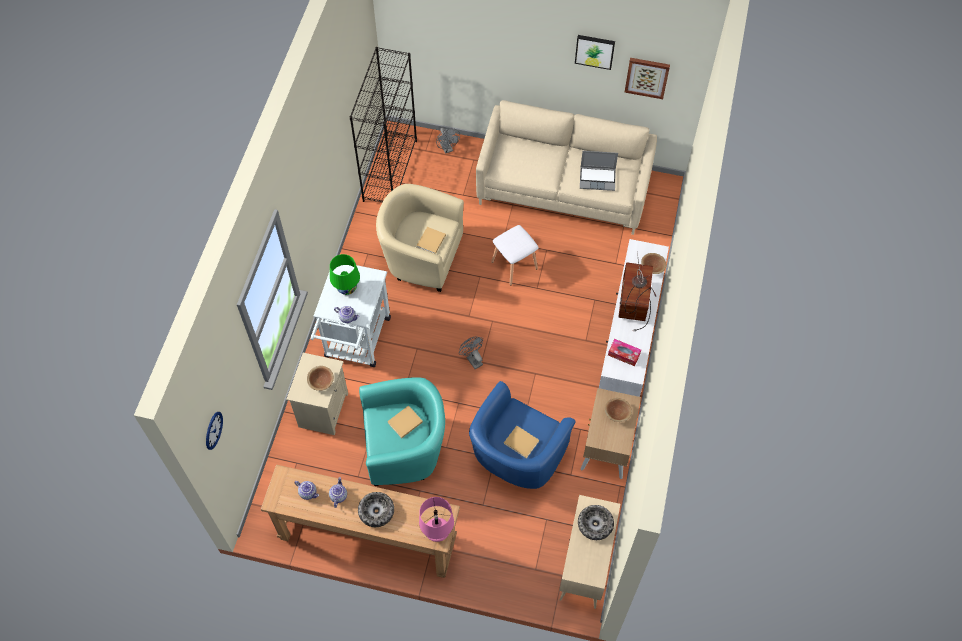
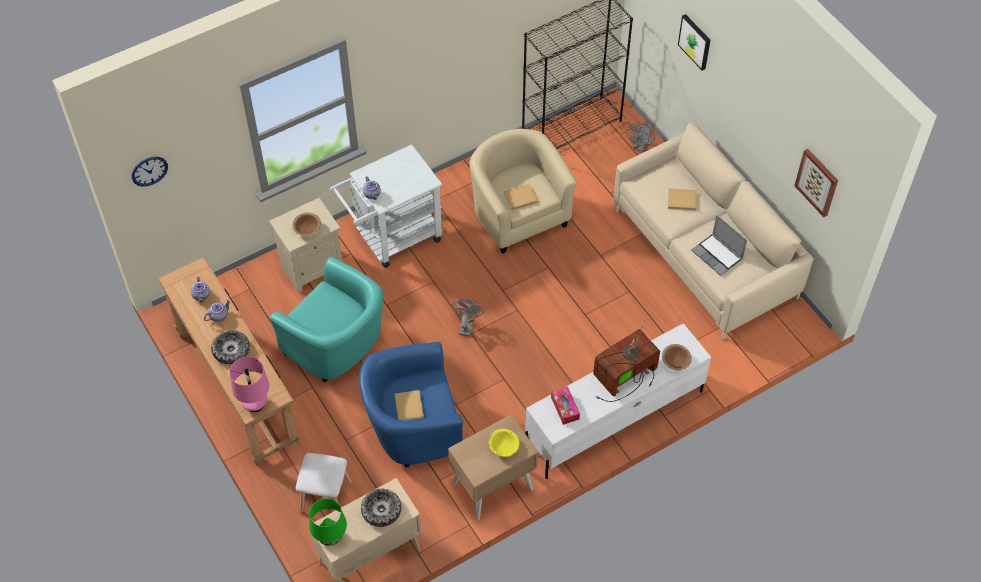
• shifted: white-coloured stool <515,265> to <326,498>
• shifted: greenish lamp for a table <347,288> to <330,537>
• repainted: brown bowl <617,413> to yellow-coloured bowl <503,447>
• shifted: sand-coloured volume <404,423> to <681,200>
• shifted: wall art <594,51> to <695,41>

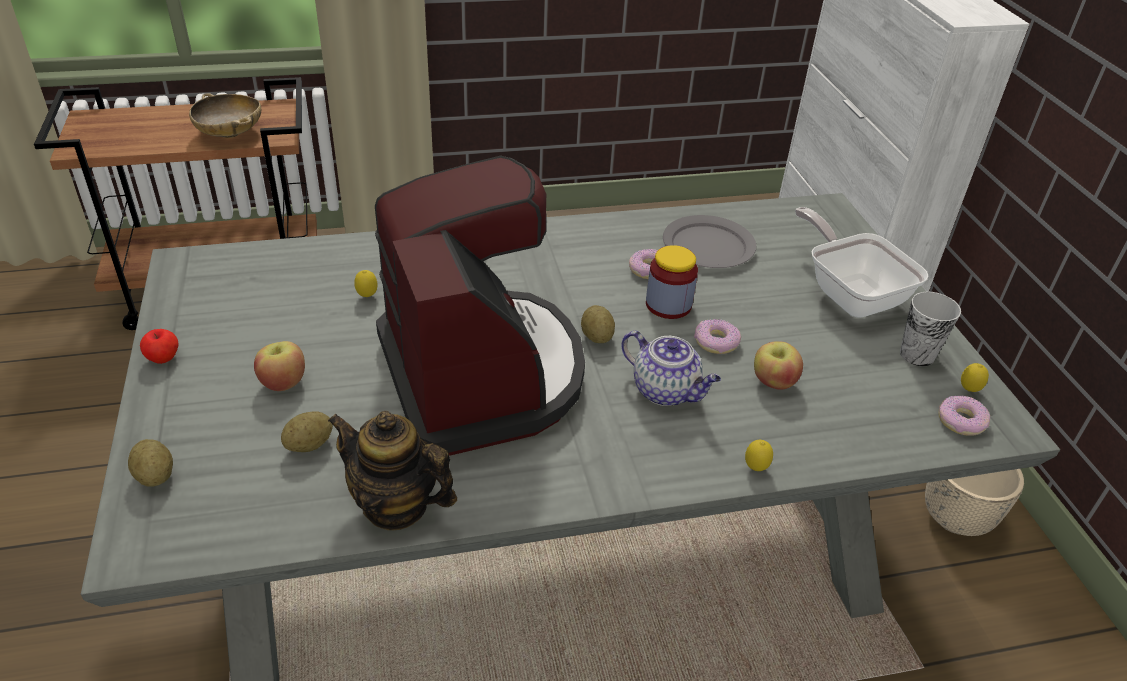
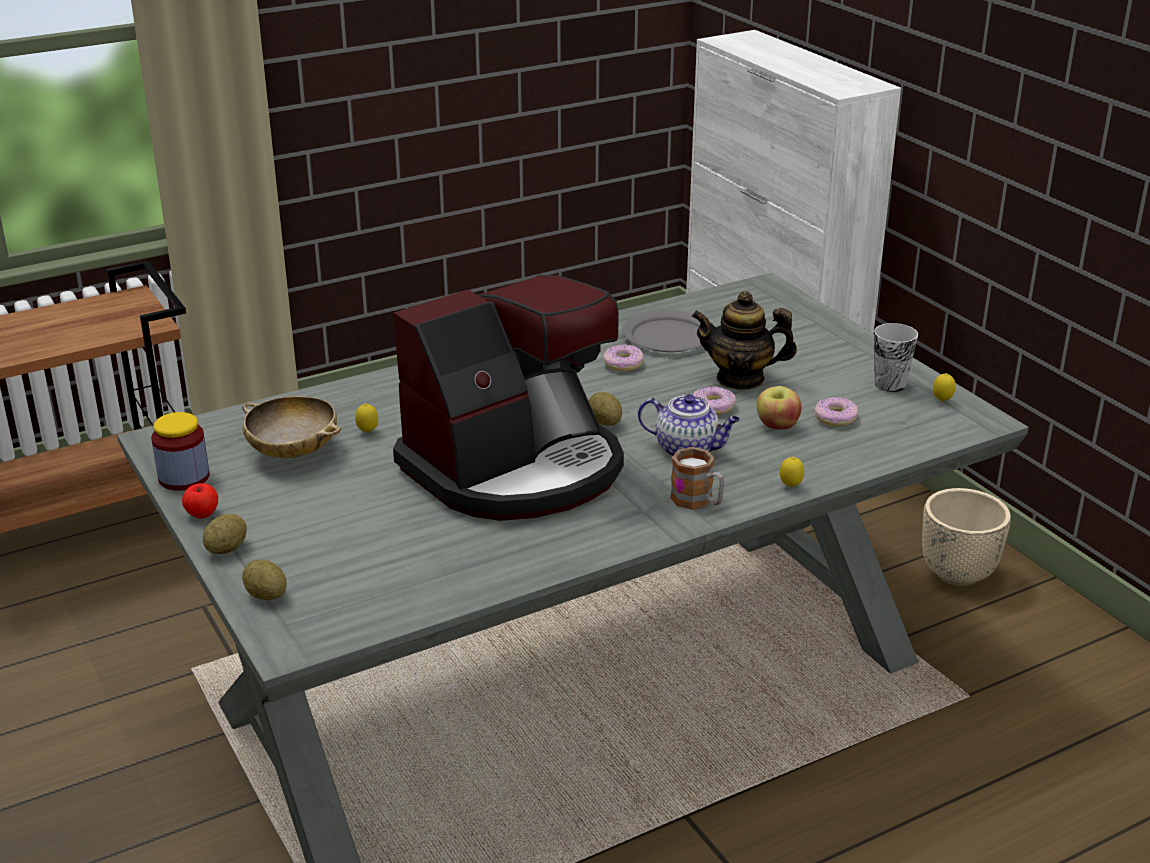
• shifted: jar <668,305> to <184,477>
• shifted: whole potato <309,445> to <227,549>
• shifted: sand-coloured bowl <230,133> to <293,451>
• rotated: coffee machine <482,374> = <516,469> 90 degrees clockwise
• new: coffee mug <698,501>
• shifted: pot for tea <396,505> to <740,379>
• shifted: donut <961,421> to <836,418>
• gone: whole apple <283,382>
• gone: skillet <850,293>

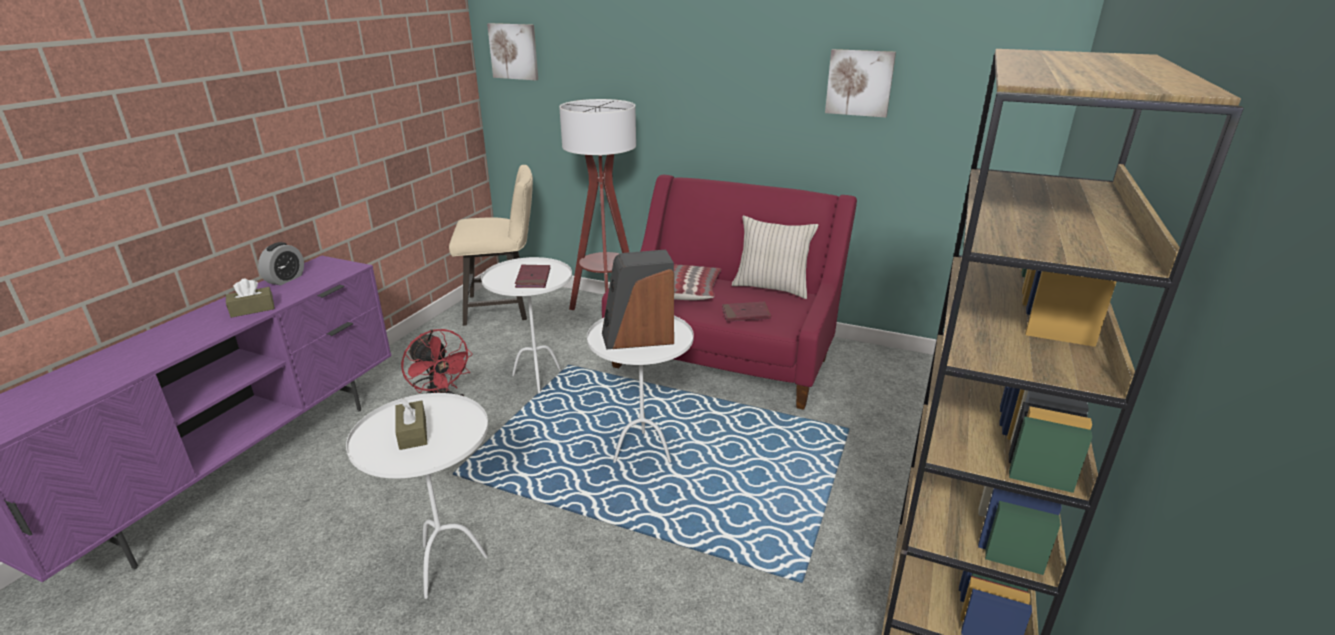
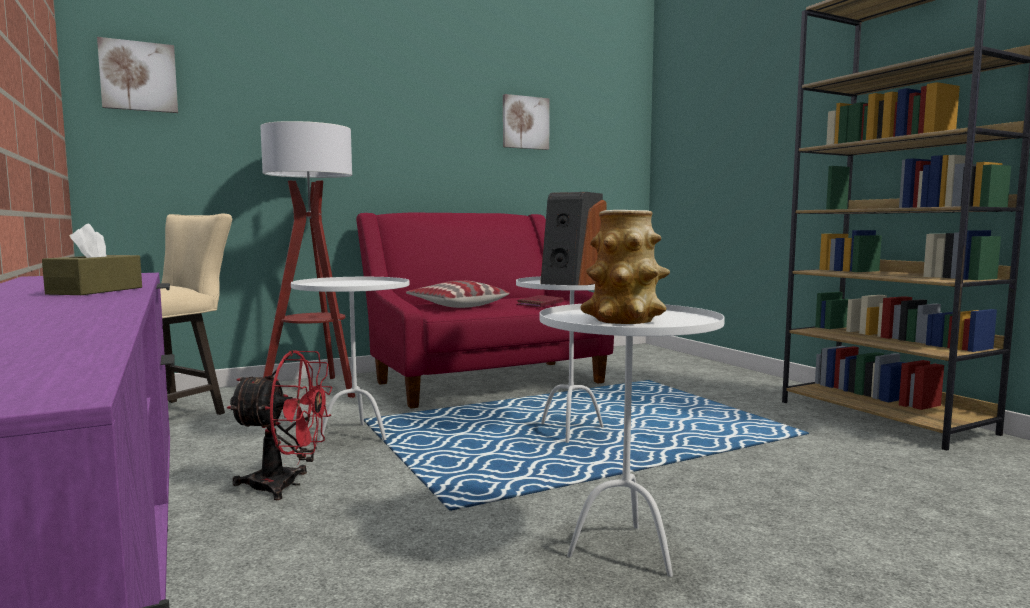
• swapped: brown tissue holder <413,433> to vase <625,320>
• gone: bedside clock <285,279>
• gone: red volume <533,279>
• gone: sand-coloured throw pillow <771,288>

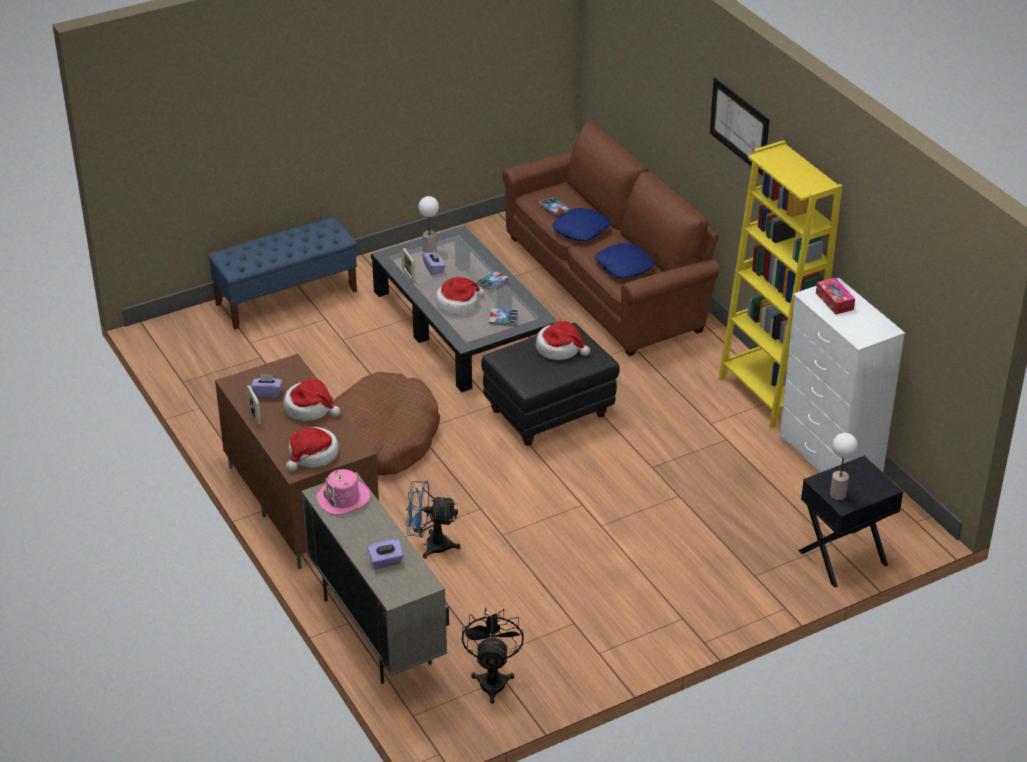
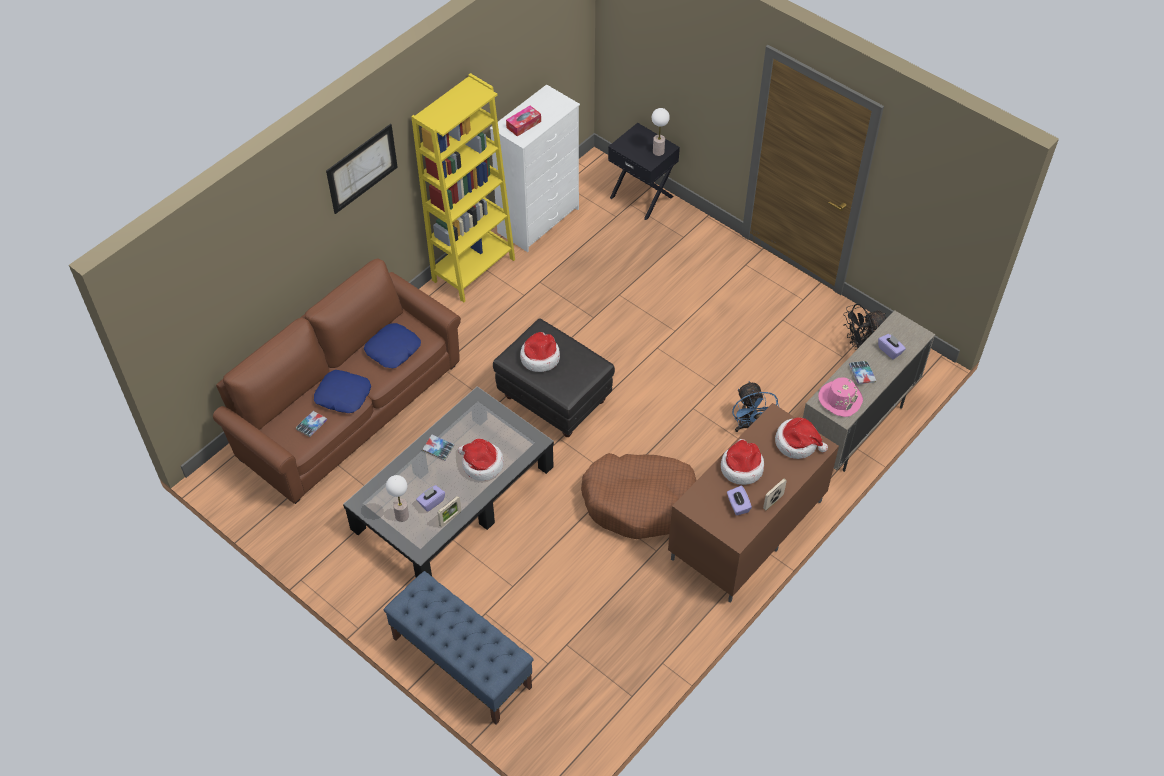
• shifted: volume <503,319> to <862,374>

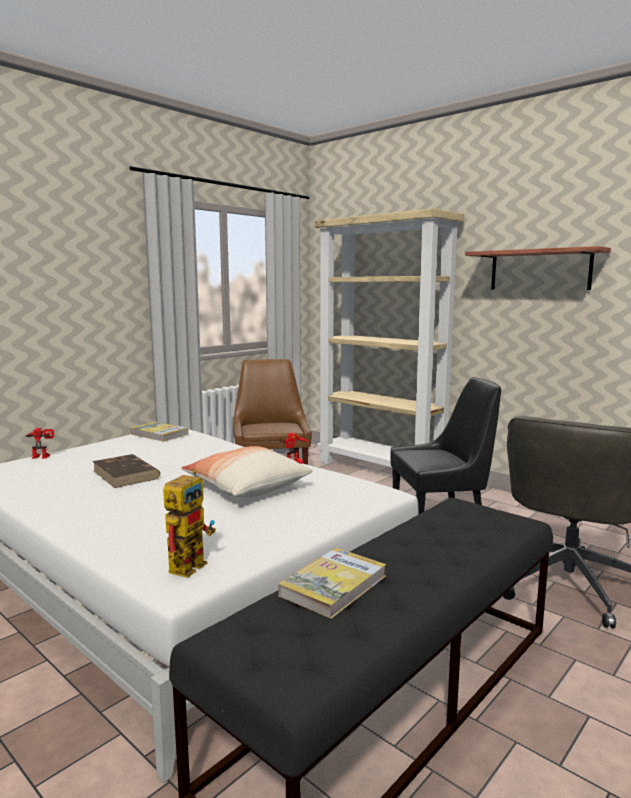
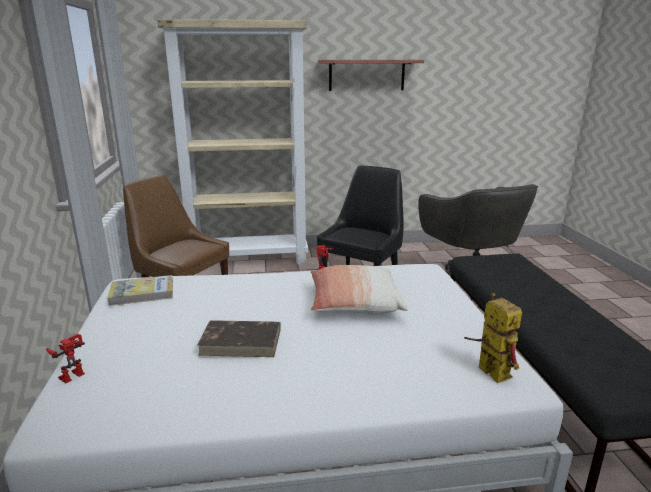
• gone: volume <333,585>

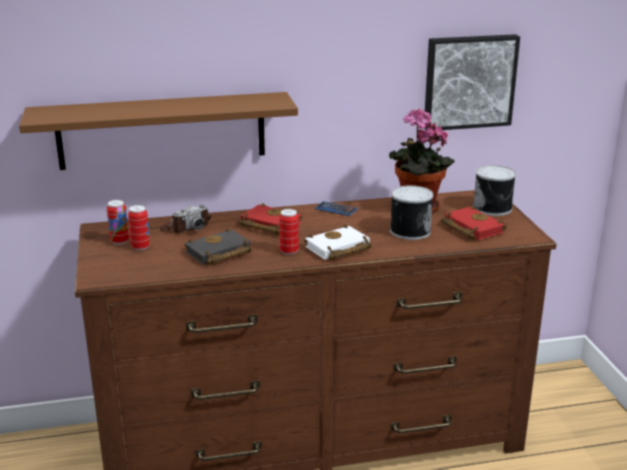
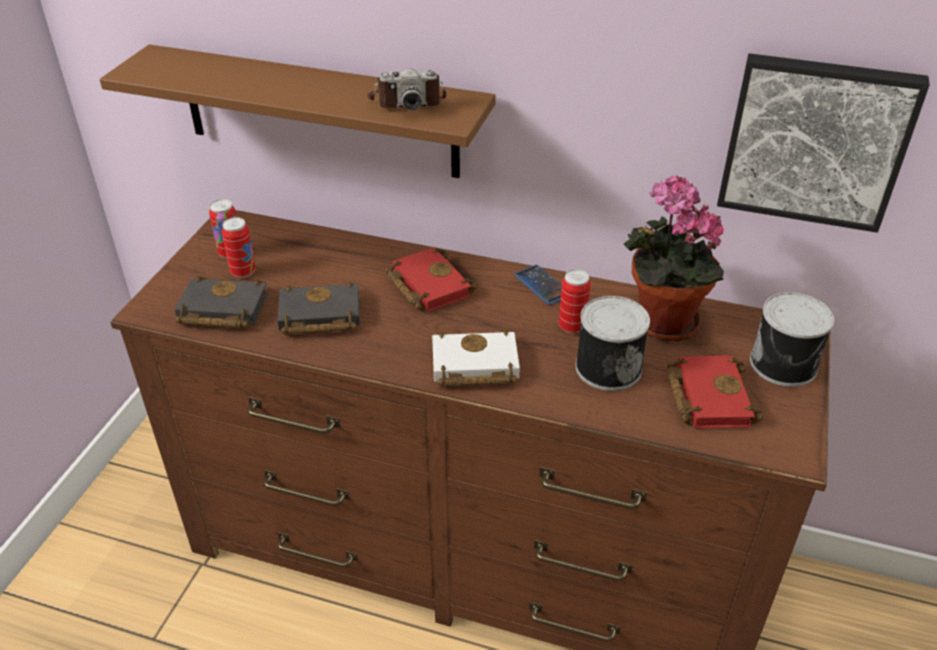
• new: black volume <220,310>
• shifted: photo camera <186,227> to <407,101>
• shifted: can <289,251> to <572,326>

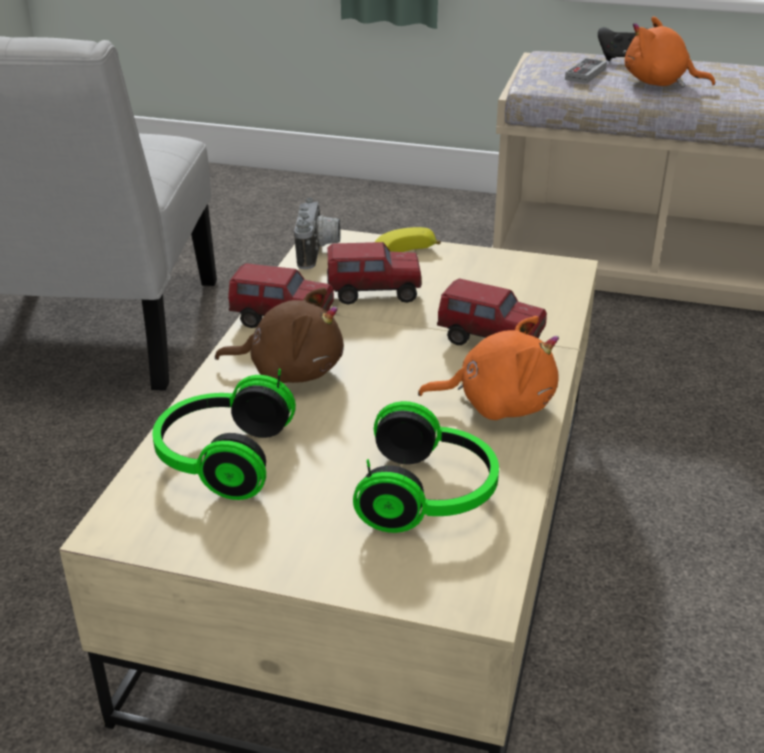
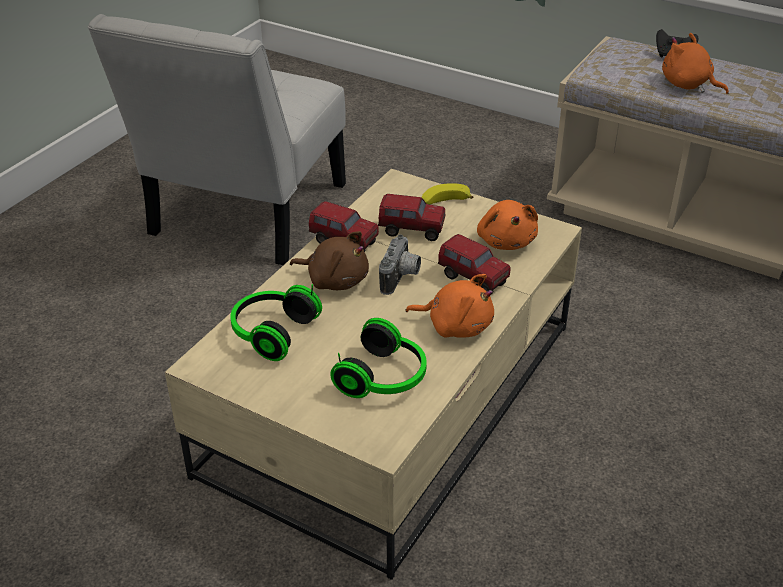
• shifted: photo camera <319,252> to <401,278>
• new: orange cuddly toy <506,241>
• gone: joypad <585,74>

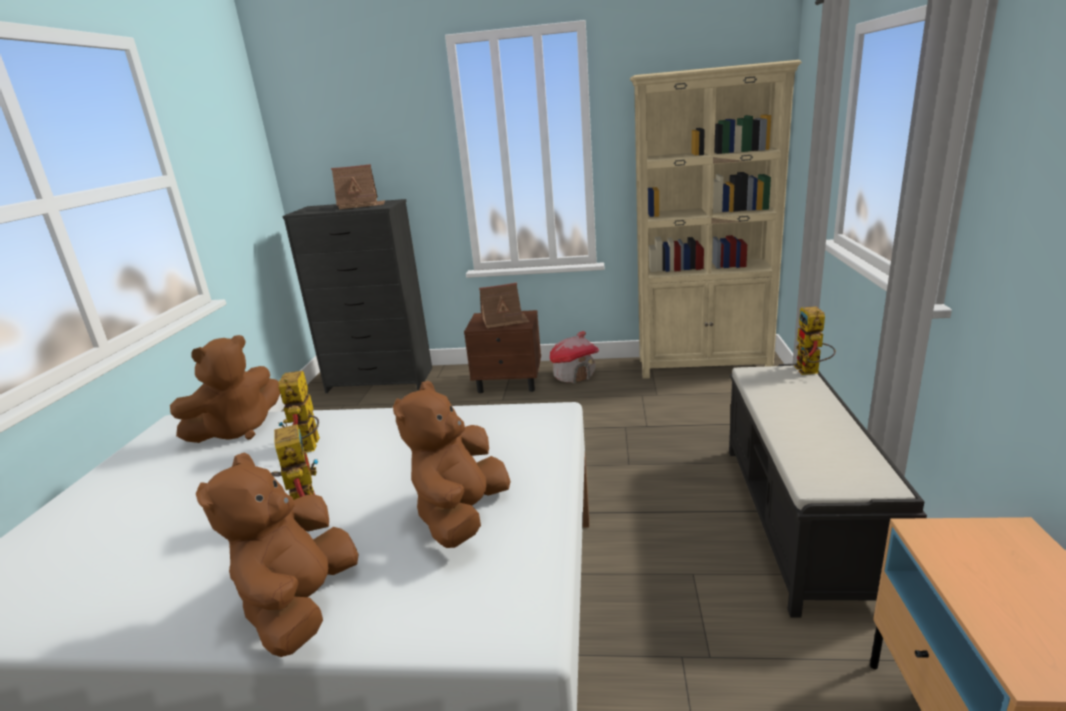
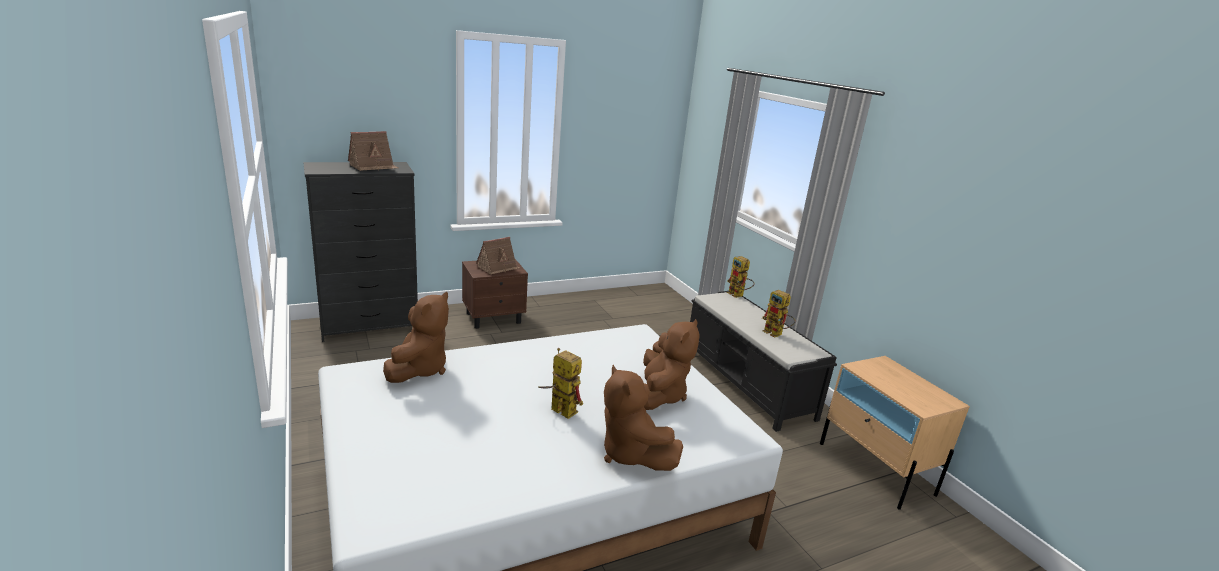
• rotated: brown cuddly toy <462,516> = <659,395> 150 degrees counterclockwise
• shifted: toy robot <309,449> to <776,334>
• gone: toy house <574,375>
• gone: sand-coloured bookshelf <704,366>

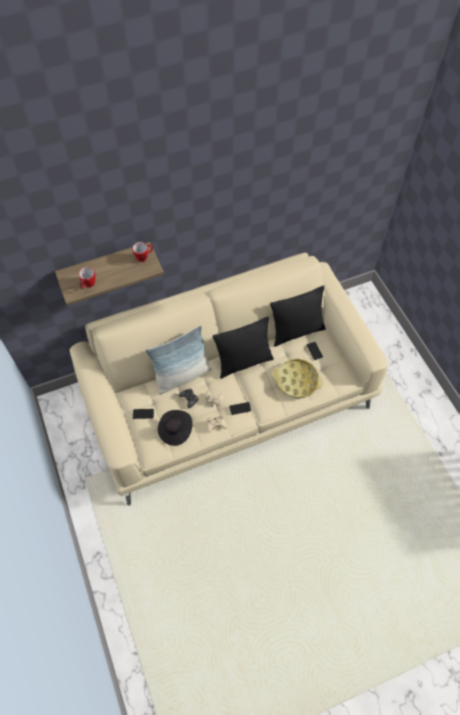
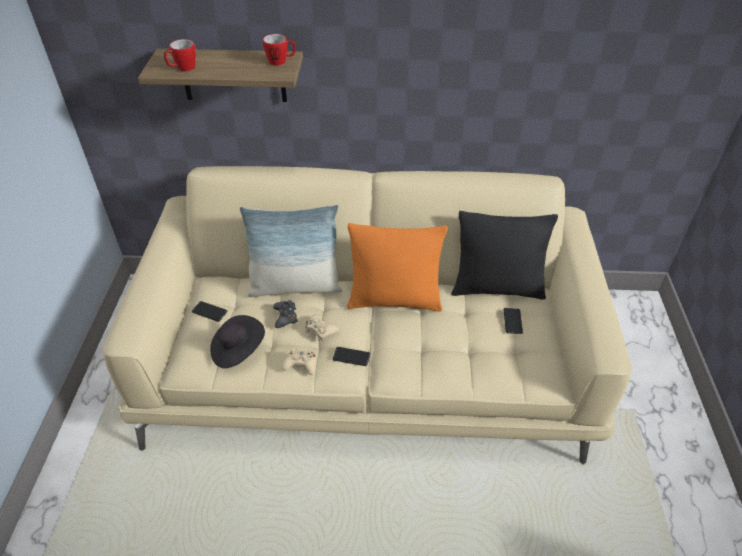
• repainted: black throw pillow <244,362> to orange throw pillow <394,300>
• gone: yellow-coloured serving tray <296,380>

